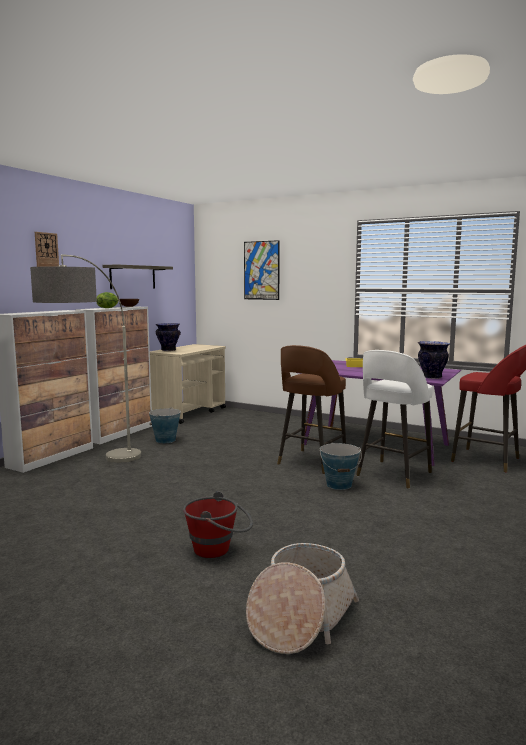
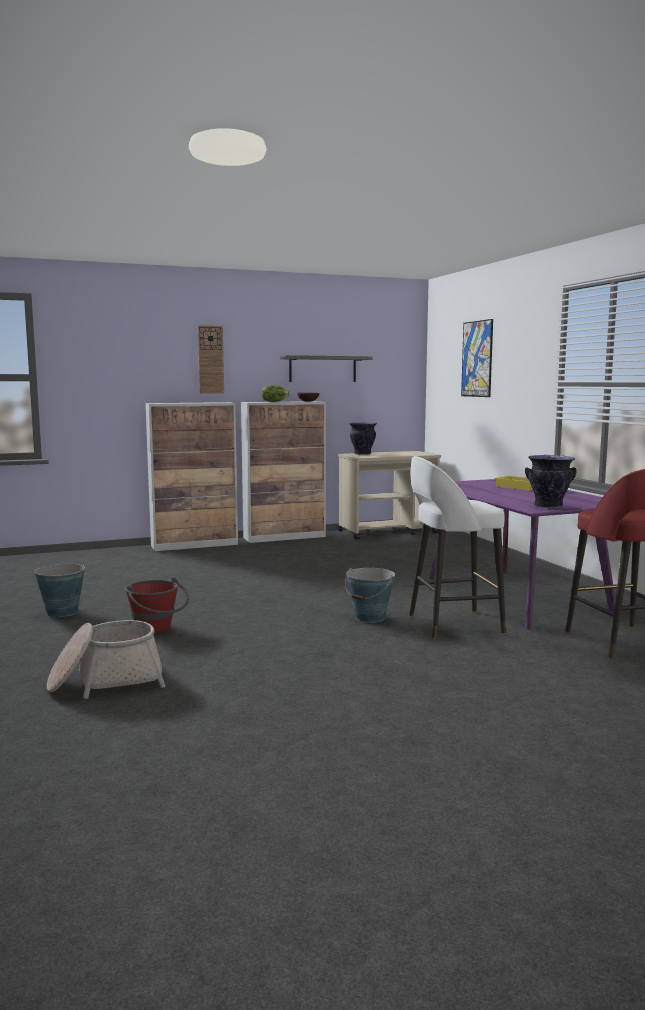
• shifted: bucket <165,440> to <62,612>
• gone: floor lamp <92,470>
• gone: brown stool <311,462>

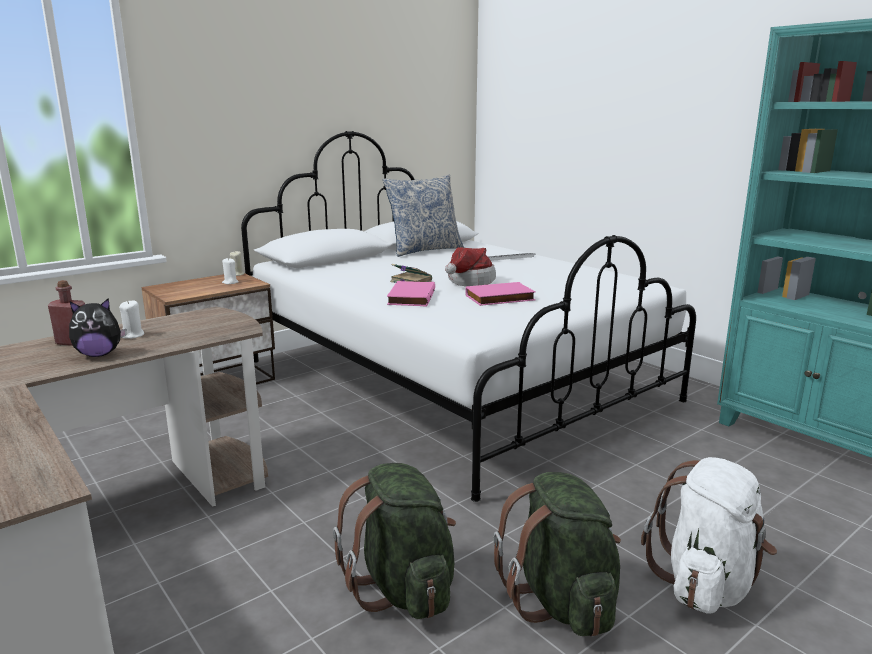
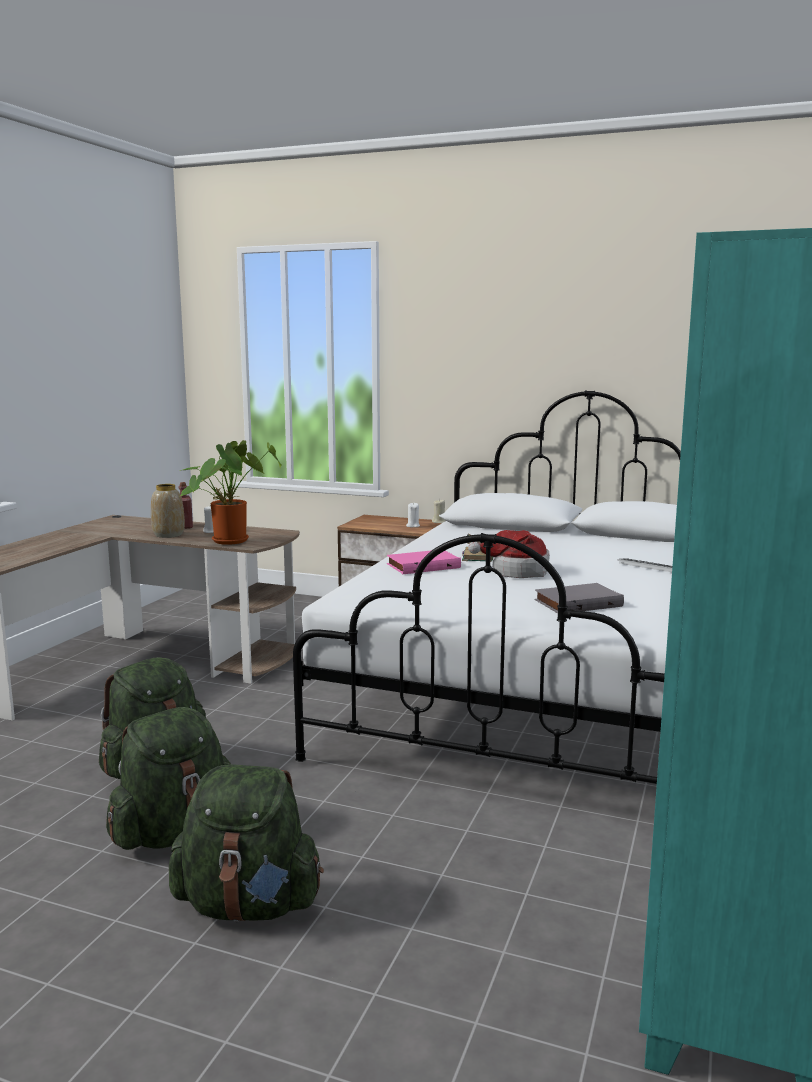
• swapped: cuddly toy <99,354> to vase <169,535>
• repainted: white-coloured backpack <706,583> to greenish backpack <249,905>
• new: potted plant <231,540>
• new: grey volume <577,603>
• gone: throw pillow <424,250>
• gone: pink volume <500,298>

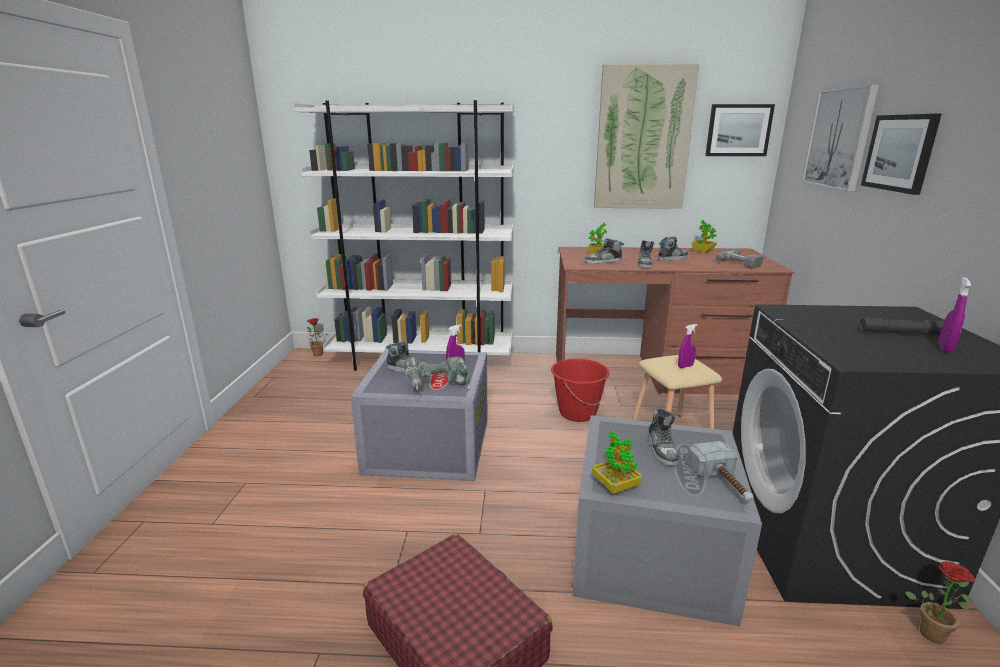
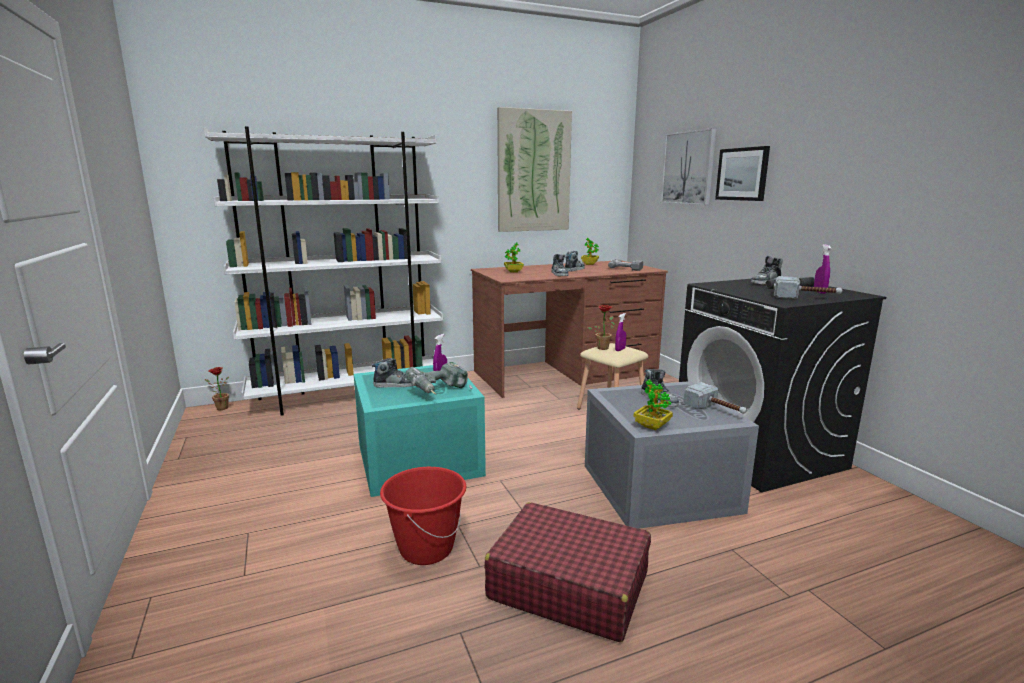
• repainted: grey storage box <427,444> to turquoise storage box <417,459>
• shifted: red bucket <577,413> to <426,549>
• shifted: potted plant <932,631> to <603,347>
• shifted: low shoe <603,261> to <765,282>
• new: hammer <805,297>
• gone: wall art <738,130>

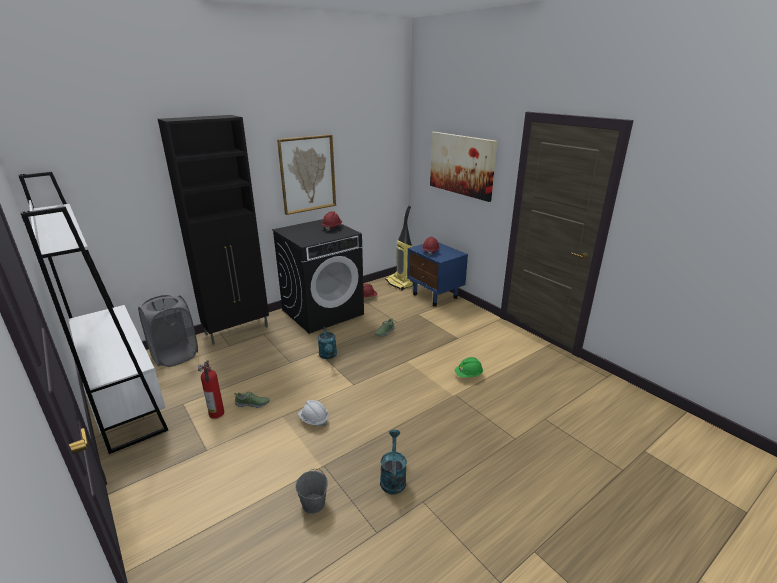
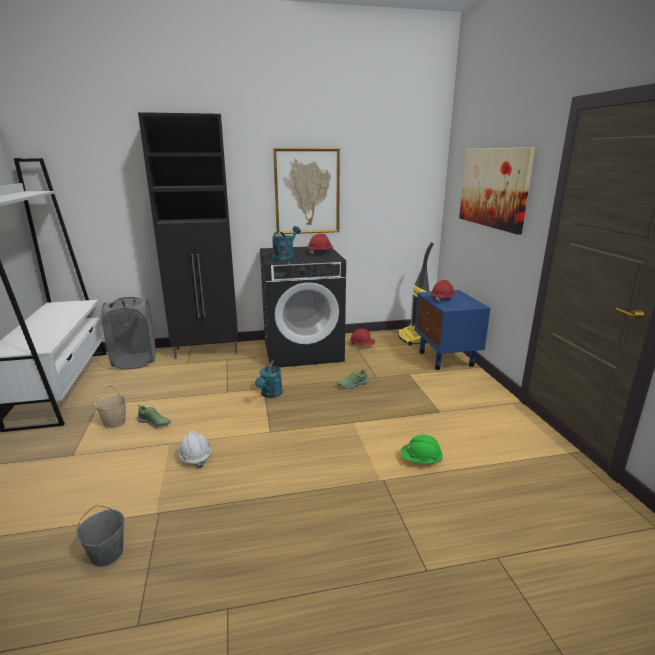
• swapped: fire extinguisher <216,414> to sand-coloured bucket <115,423>
• shifted: turquoise sprinkling can <393,477> to <285,258>

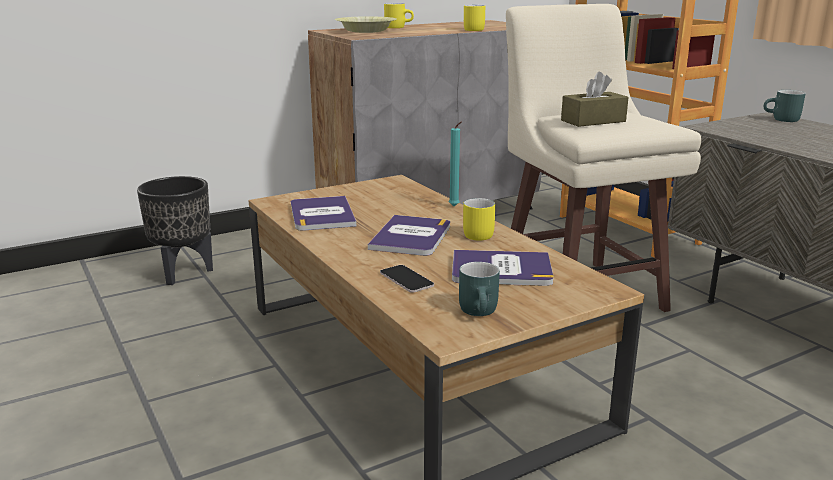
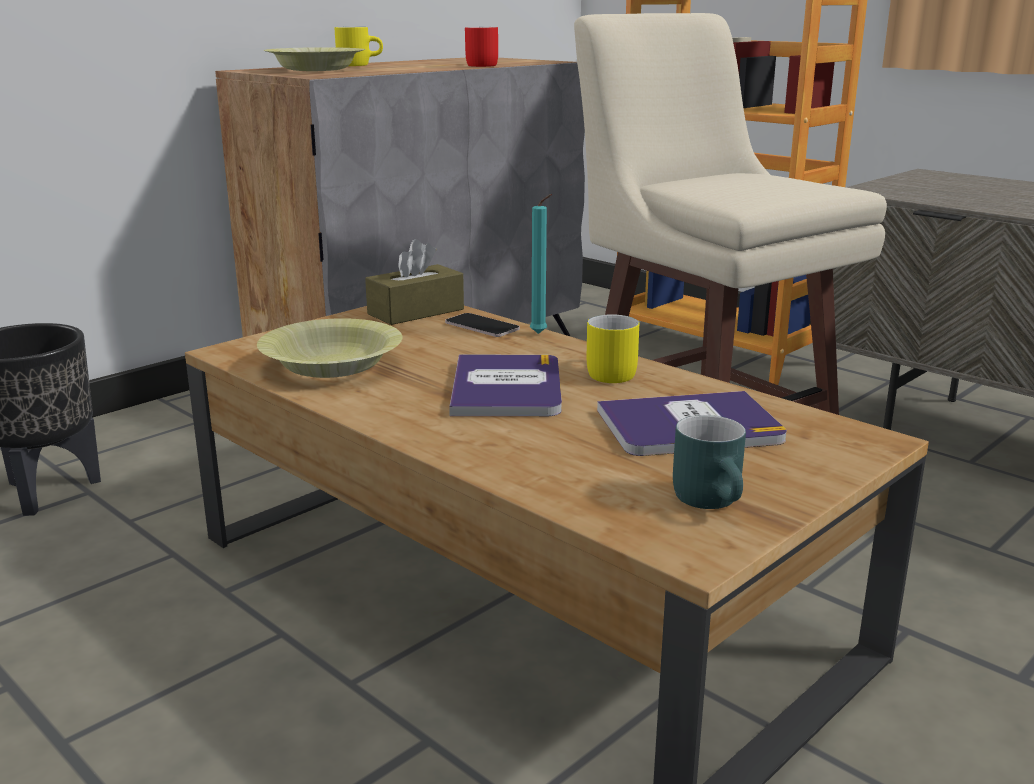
• swapped: volume <322,215> to yellow-coloured bowl <332,365>
• shifted: brown tissue holder <593,121> to <416,311>
• shifted: phone <406,279> to <482,326>
• repainted: yellow-coloured coffee mug <474,29> to red coffee mug <481,65>
• gone: turquoise coffee mug <782,120>

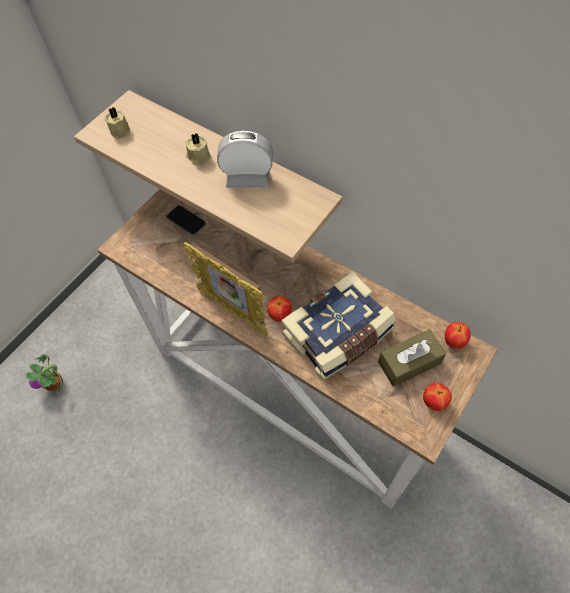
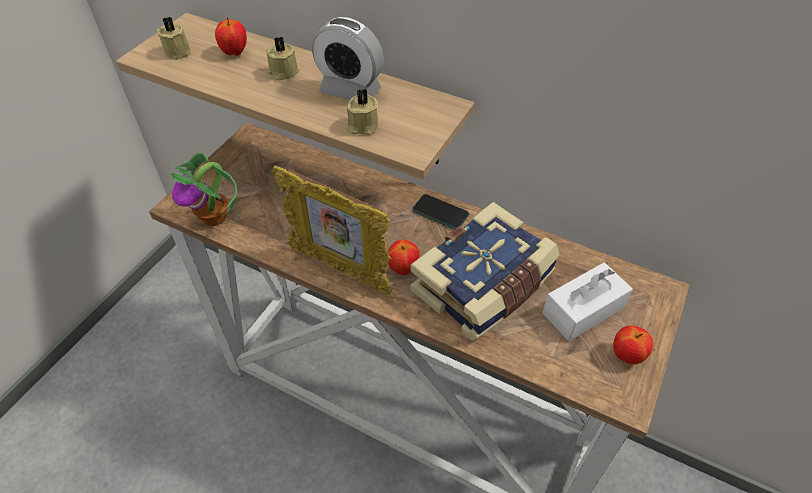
• shifted: potted plant <56,384> to <215,217>
• shifted: whole apple <453,341> to <235,52>
• rotated: bedside clock <248,179> = <350,91> 150 degrees counterclockwise
• new: sand-coloured candle <362,126>
• shifted: phone <186,220> to <440,213>
• repainted: brown tissue holder <409,362> to white-coloured tissue holder <583,310>

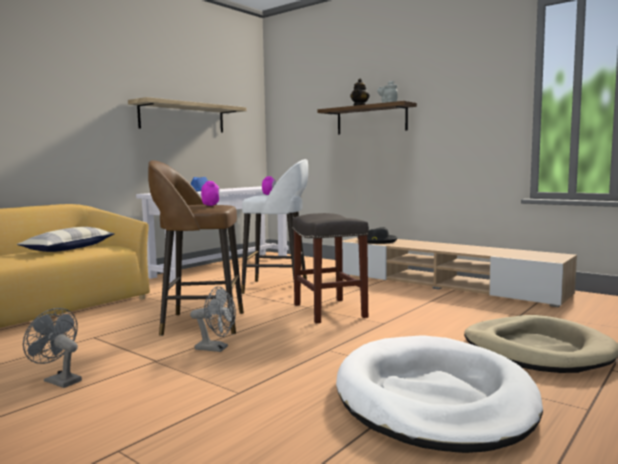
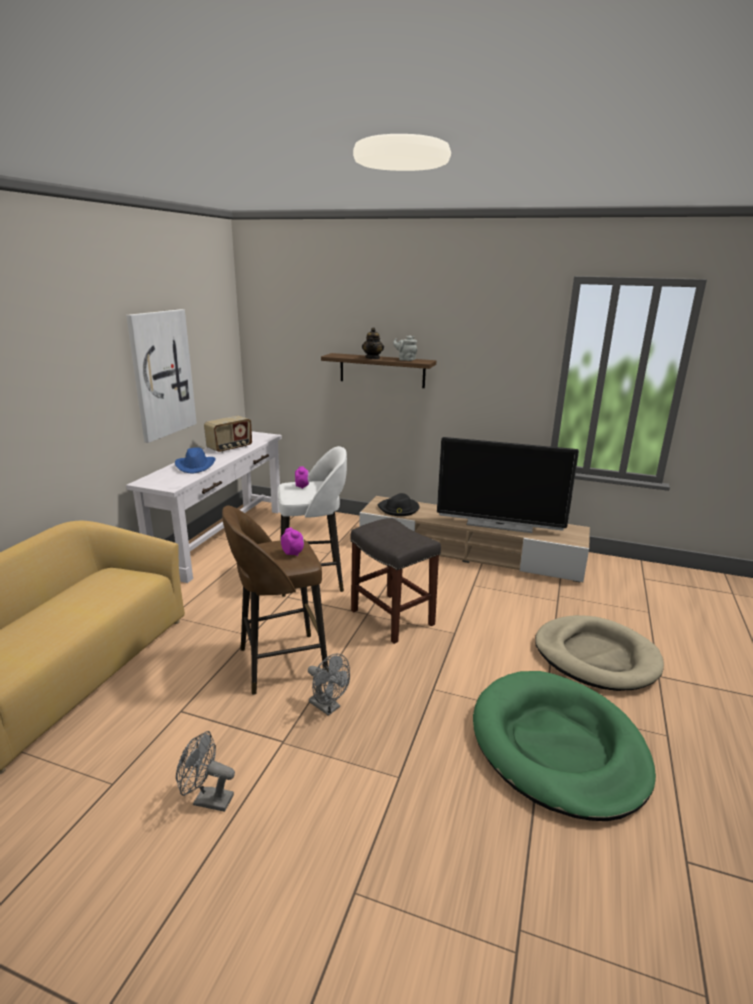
• swapped: shelf <183,117> to wall art <162,374>
• new: radio set <230,448>
• rotated: grey electric fan <216,348> = <328,707> 45 degrees clockwise
• new: TV <499,525>
• repainted: white-coloured pet bed <433,398> to greenish pet bed <558,746>
• gone: throw pillow <69,248>

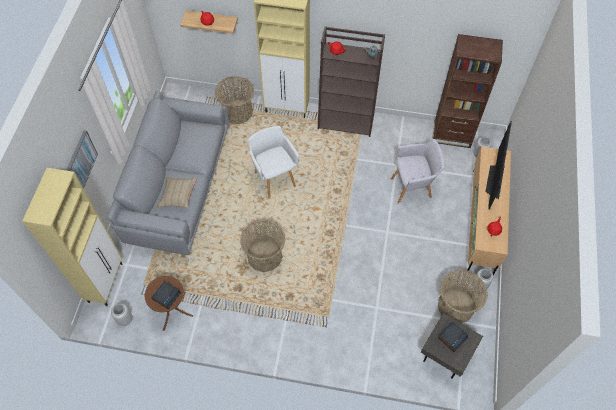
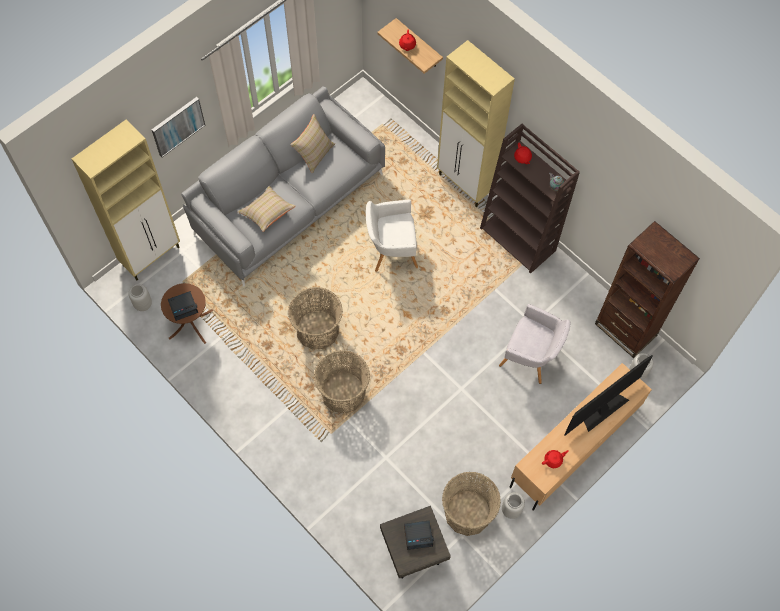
• new: sand-coloured throw pillow <314,153>
• shifted: basket <237,111> to <343,392>
• rotated: white-coloured easy chair <274,177> = <391,253> 105 degrees counterclockwise

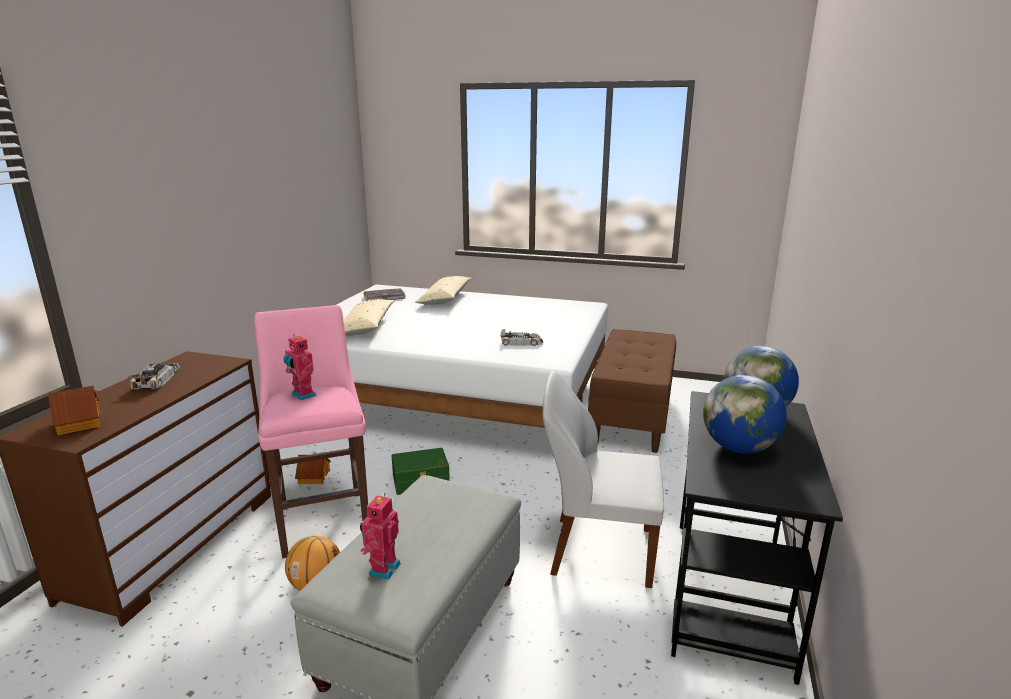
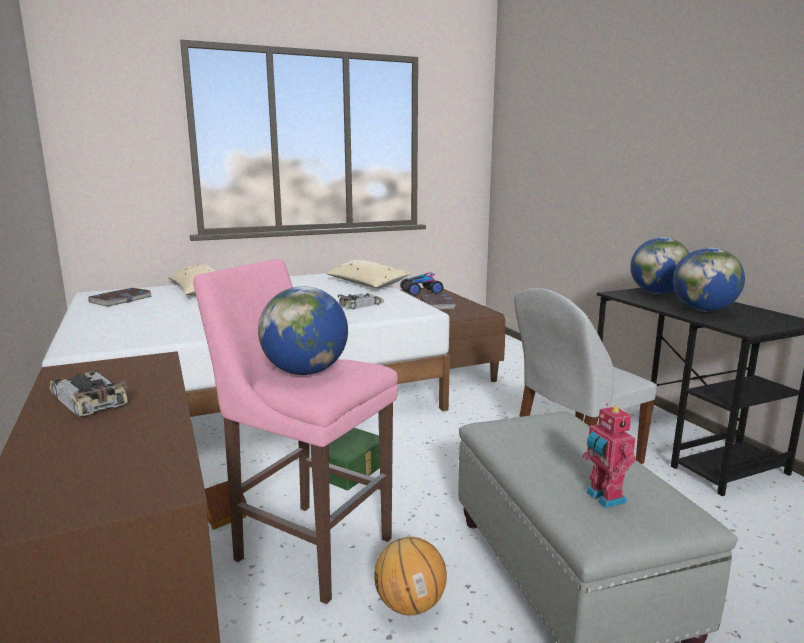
• swapped: toy robot <302,395> to world globe <305,372>
• shifted: sand-coloured throw pillow <365,327> to <367,284>
• new: miniature car <421,292>
• new: volume <436,304>
• gone: toy house <78,423>

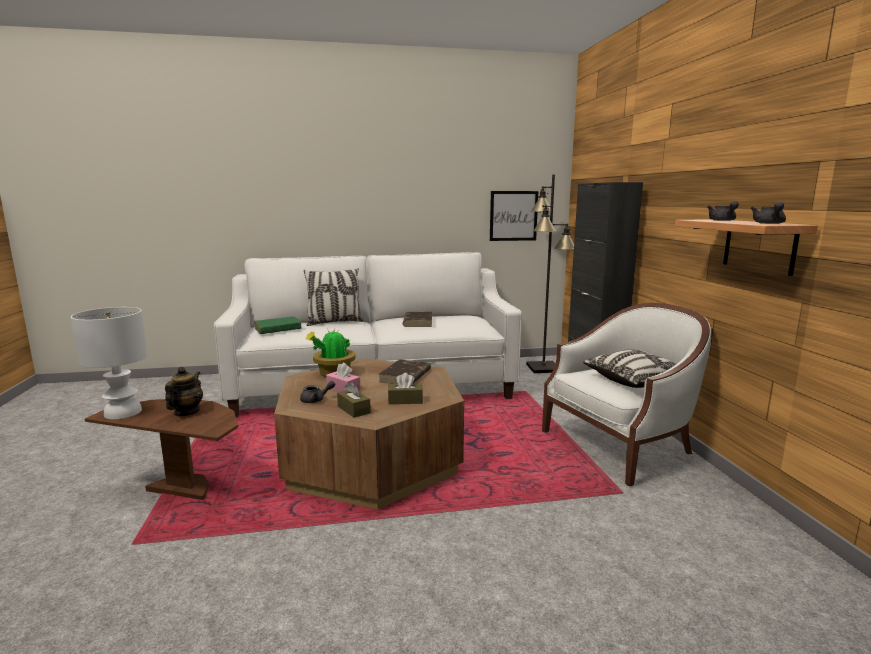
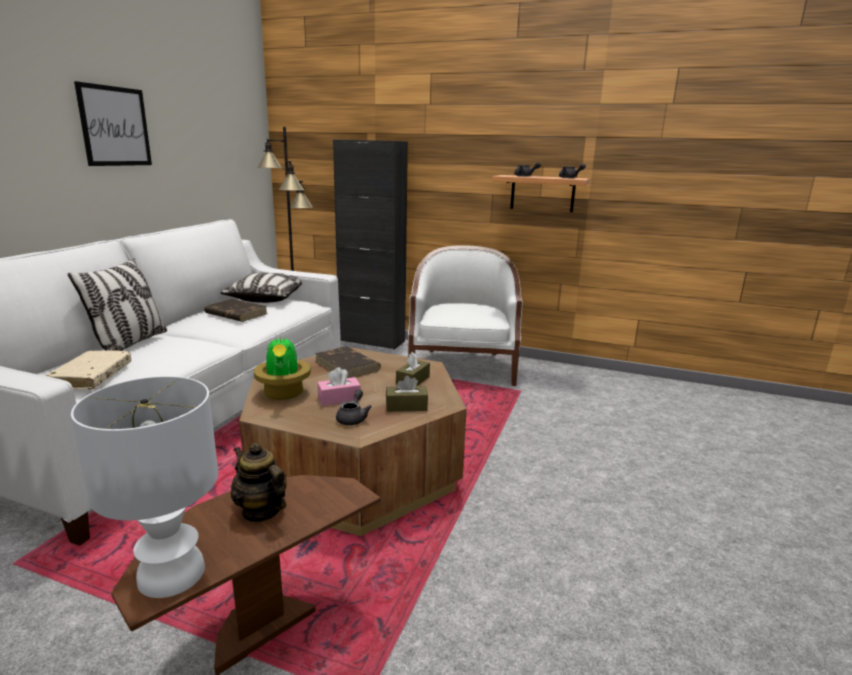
• repainted: greenish volume <278,330> to sand-coloured volume <92,377>
• shifted: wall art <513,216> to <115,126>
• shifted: throw pillow <634,380> to <266,298>

